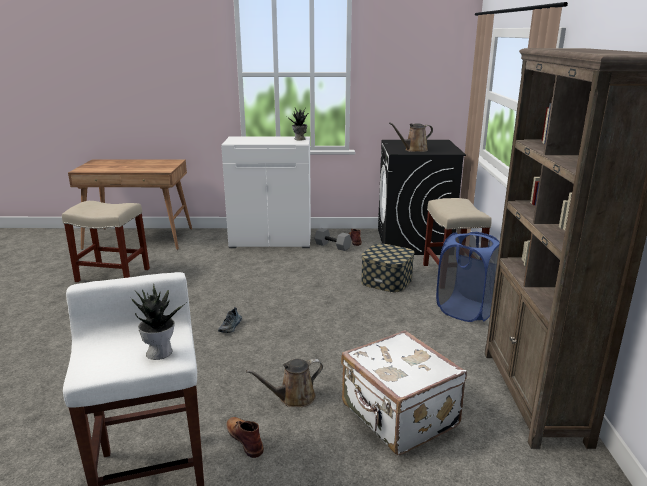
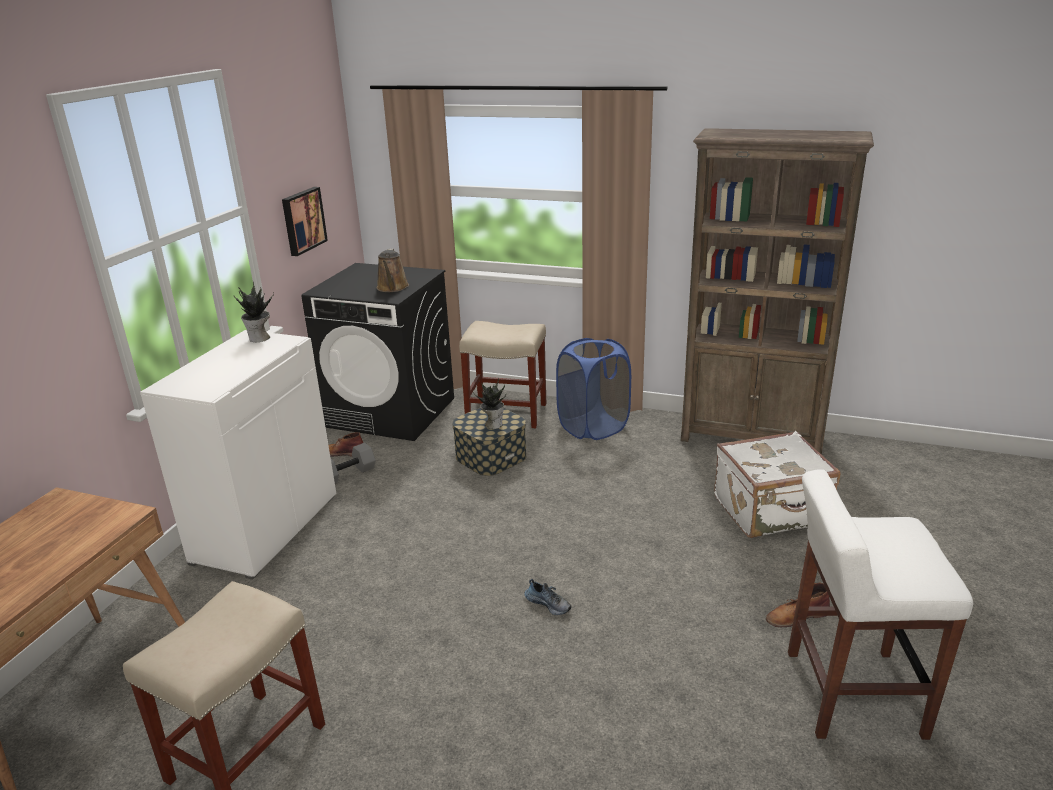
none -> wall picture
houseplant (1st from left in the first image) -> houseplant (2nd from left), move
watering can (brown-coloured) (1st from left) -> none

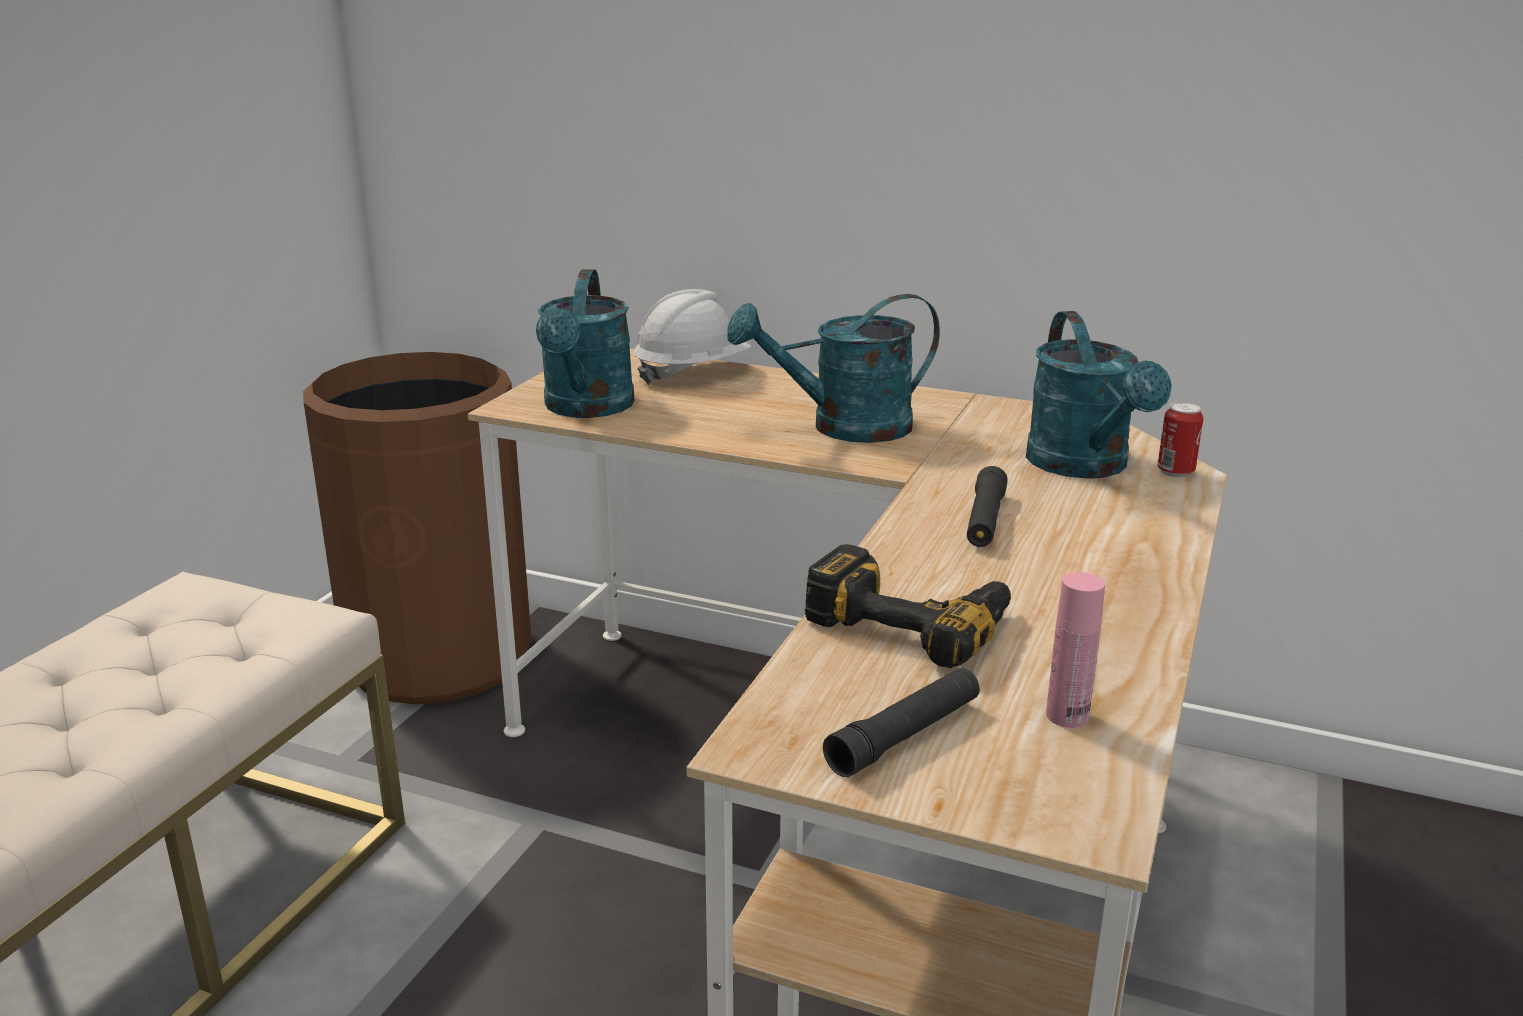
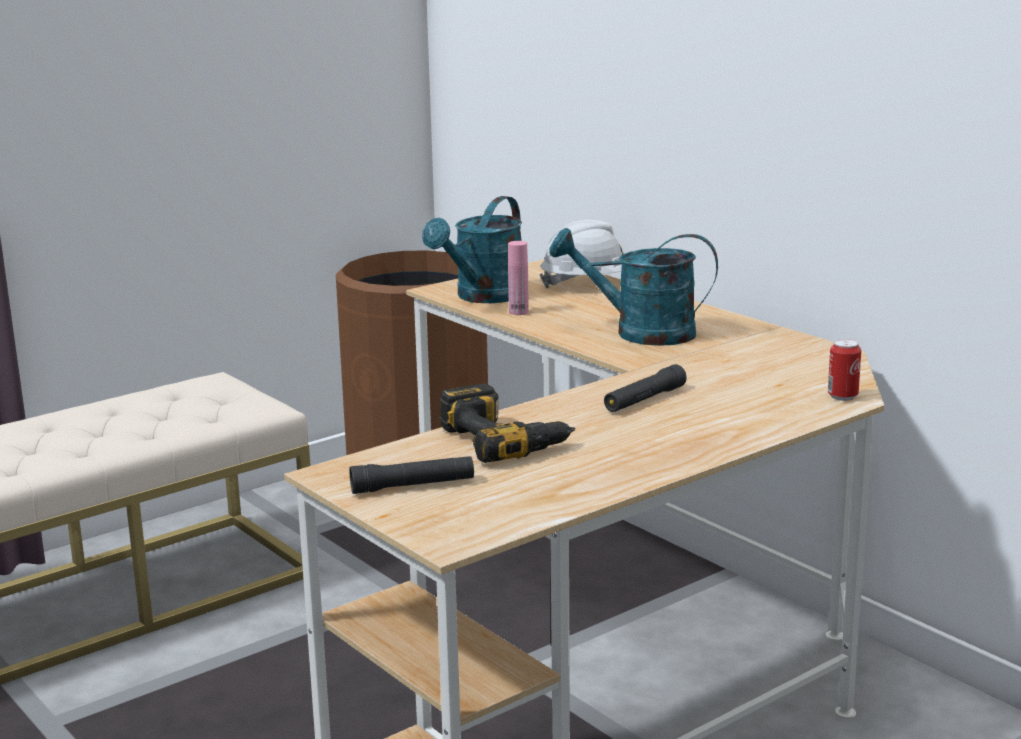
bottle (pink-coloured), move
watering can (turquoise-coloured) (3rd from left) -> none

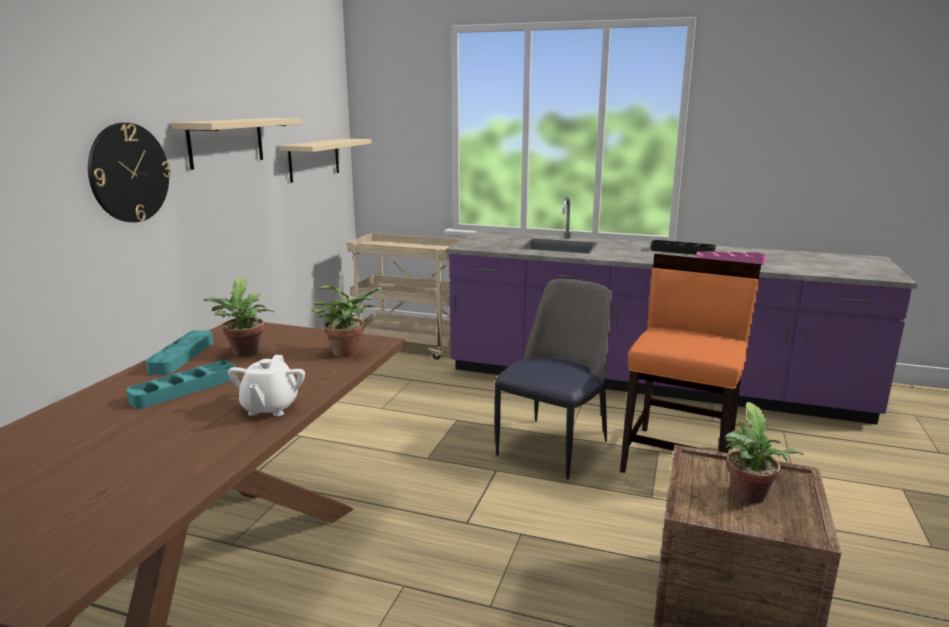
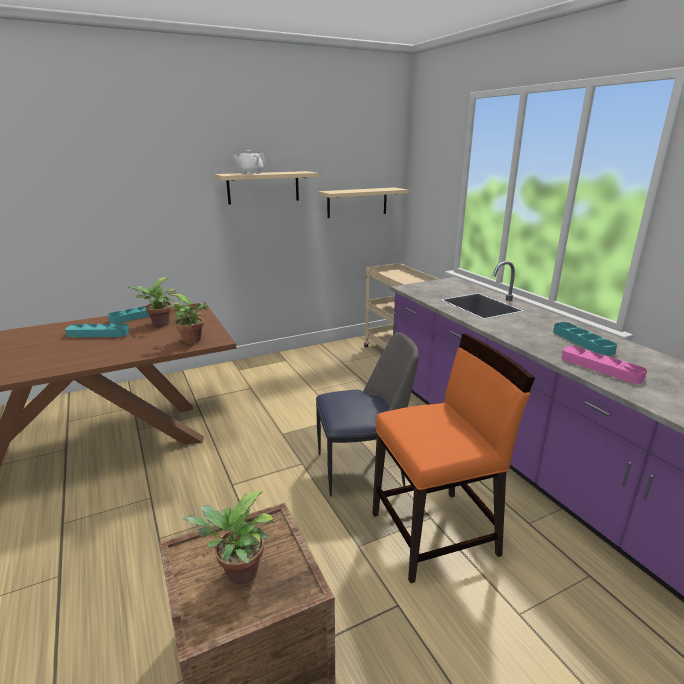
tea pot (white-coloured), move
tray (blackish) -> tray (turquoise-coloured) (3rd from left)
clock on the wall -> none

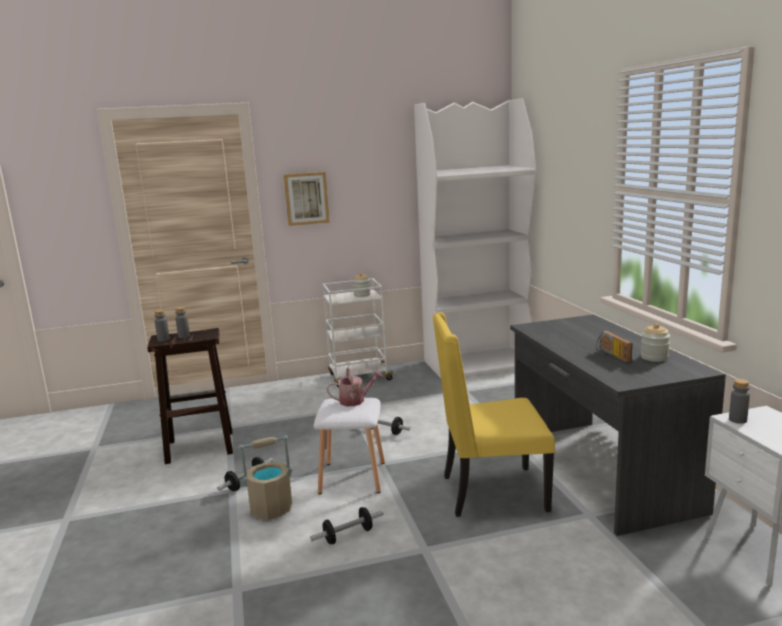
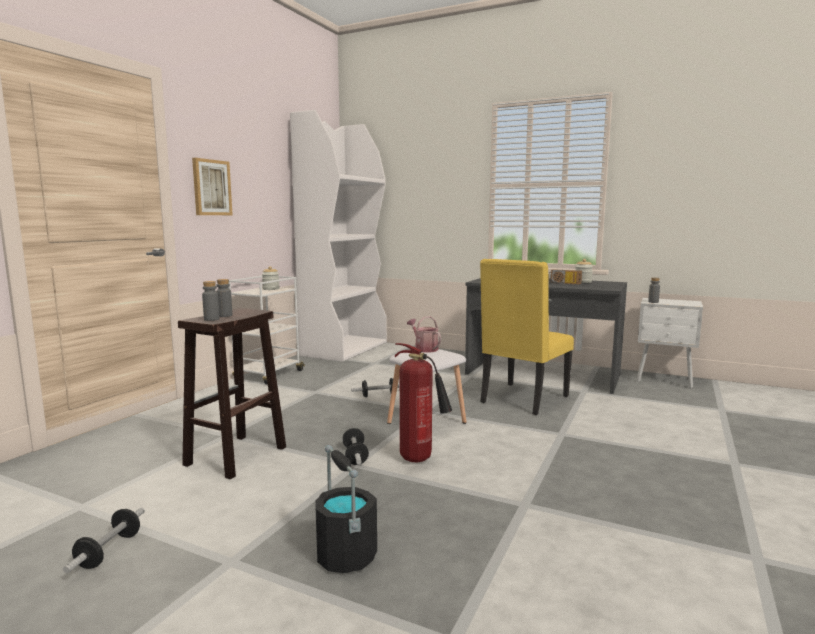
free weight (2nd from left in the first image) -> free weight (1st from left), move
none -> bucket (blackish)
bucket (sand-coloured) -> fire-fighting cylinder
watering can, 60 degrees counterclockwise

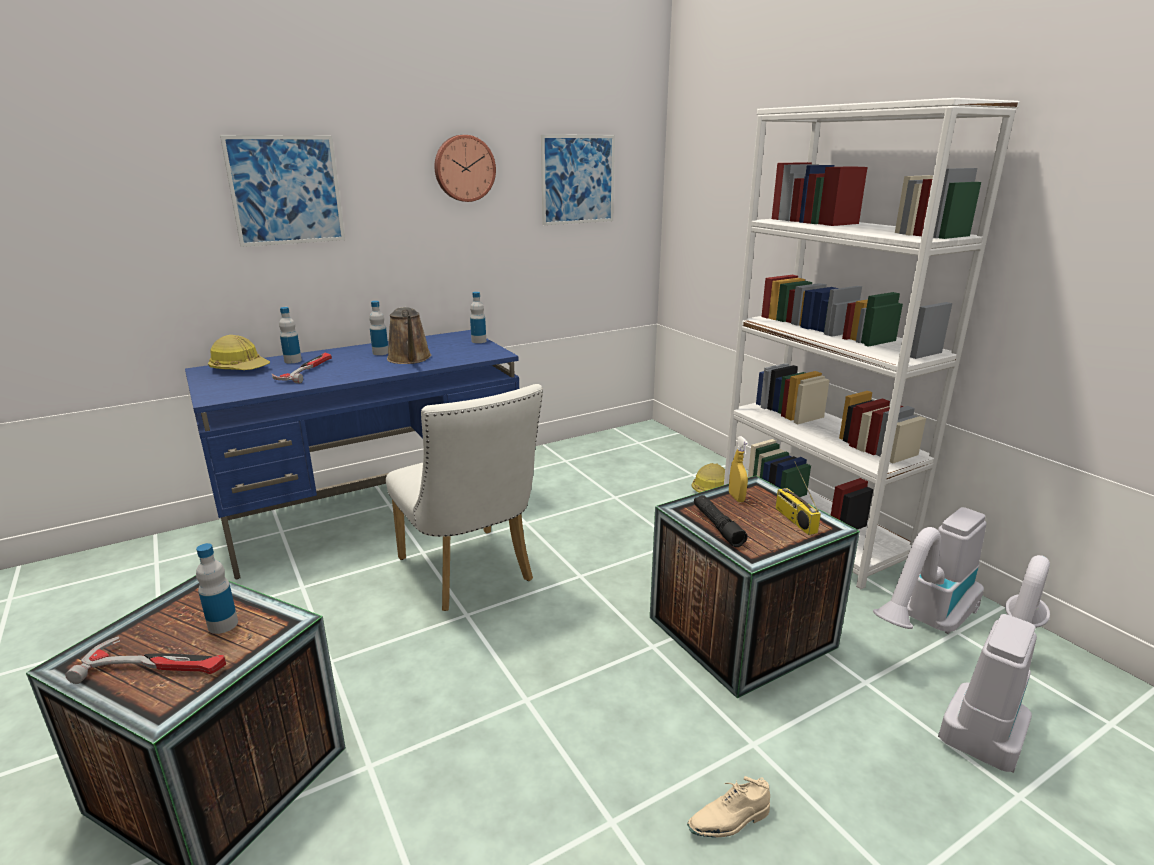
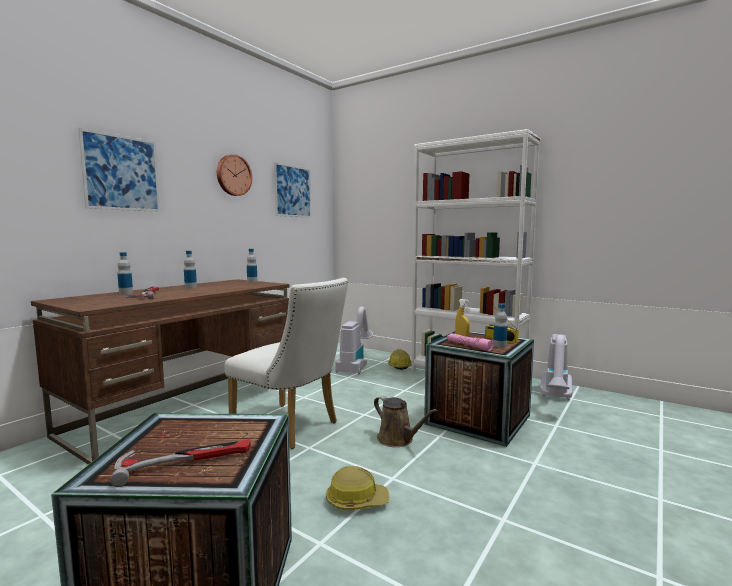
desk table (blue-coloured) -> desk table (brown-coloured)
hard hat (1st from left), move
vacuum cleaner (2nd from left in the first image) -> vacuum cleaner (1st from left), move
watering can (brown-coloured), move
flashlight (blackish) -> flashlight (pink-coloured)
bottle (1st from left in the first image) -> bottle (4th from left), move
item of footwear (sand-coloured) -> none

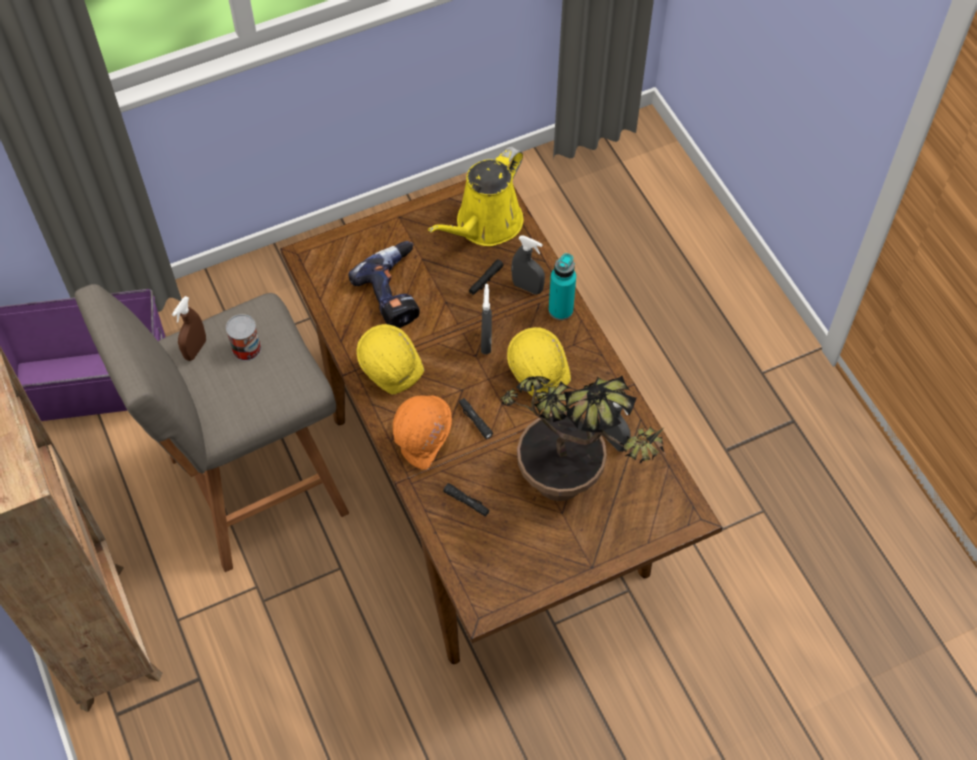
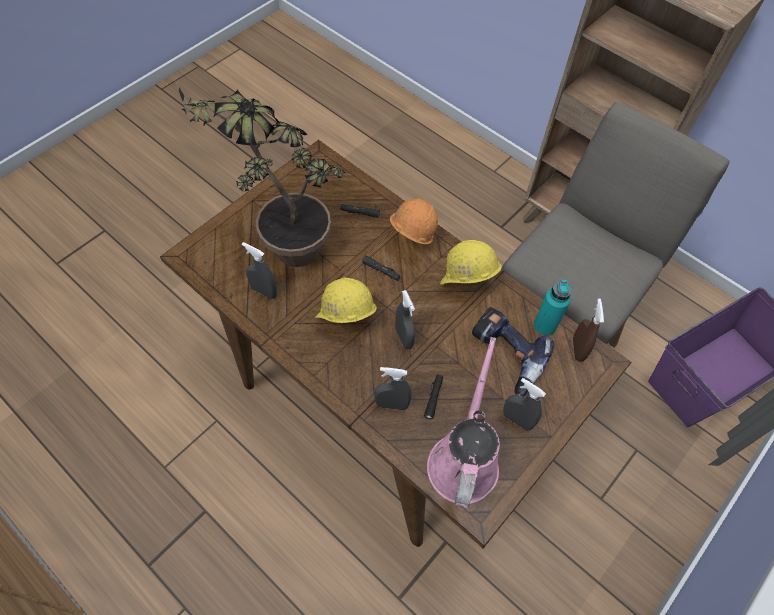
watering can (yellow) -> watering can (pink-coloured)
none -> sprayer (gray) (4th from left)
bottle (turquoise-coloured), move
sprayer (brown-coloured), move
metal can -> none

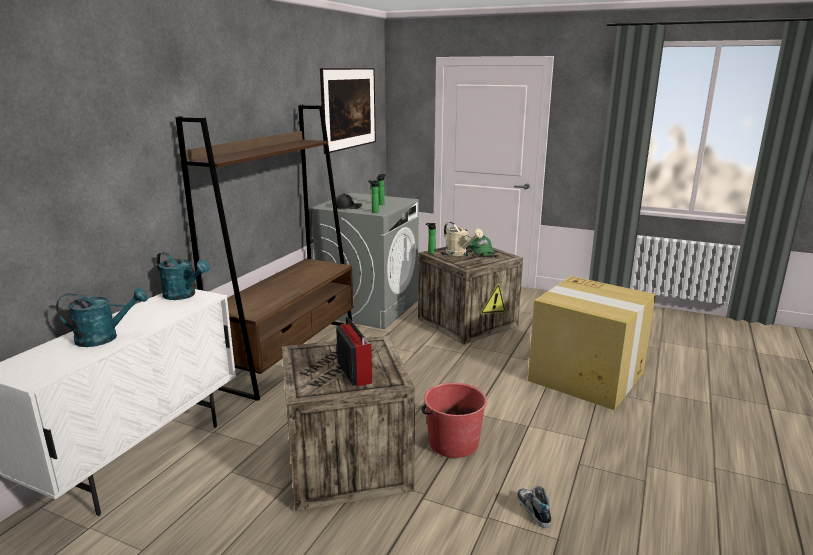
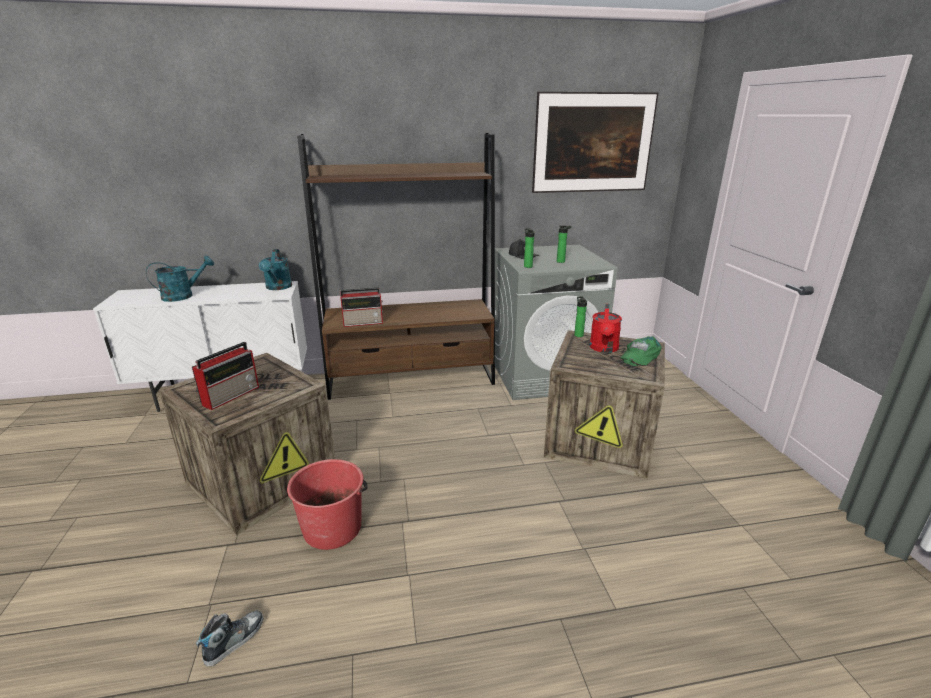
watering can (turquoise-coloured) (1st from left), 75 degrees counterclockwise
none -> radio (2nd from left)
watering can (sand-coloured) -> watering can (red-coloured)
cardboard box -> none

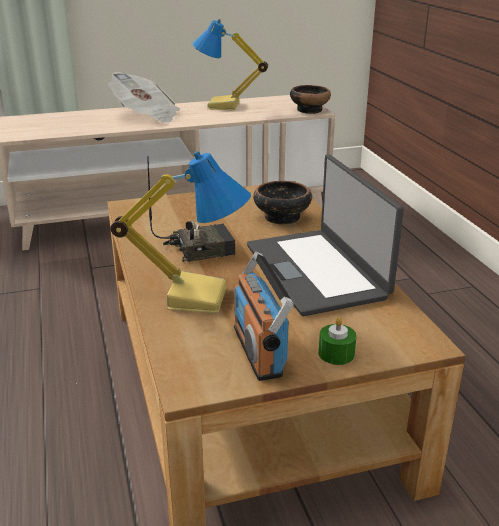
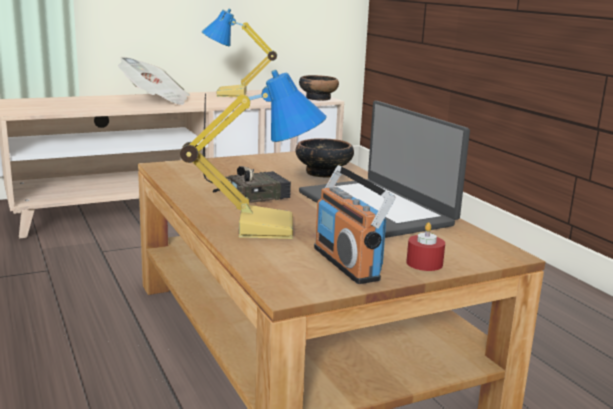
wax light (greenish) -> wax light (red-coloured)

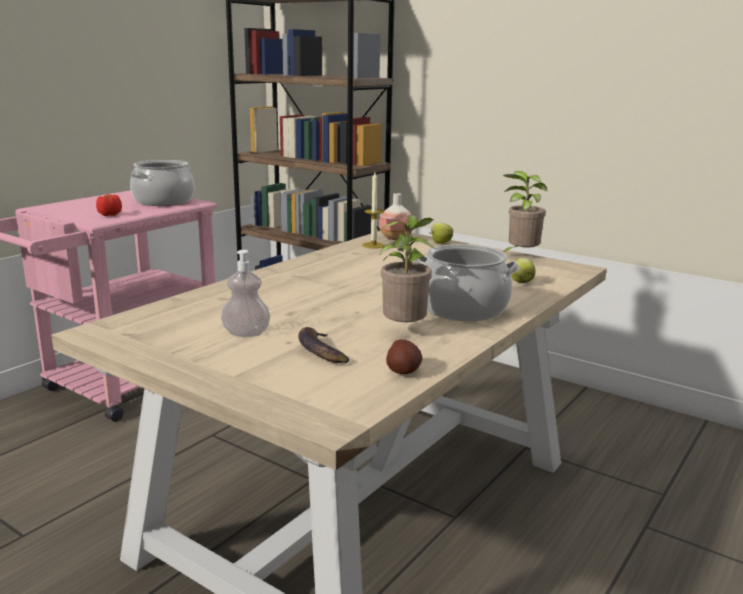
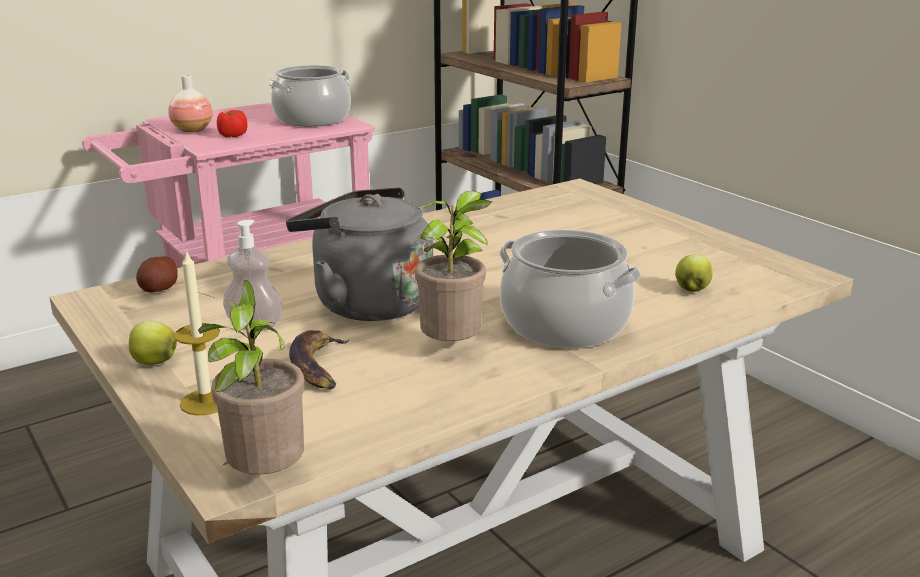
apple fruit (1st from left), move
potato, move
vase, move
wax light, move
houseplant (2nd from left in the first image) -> houseplant (1st from left), move
none -> water kettle (gray)

